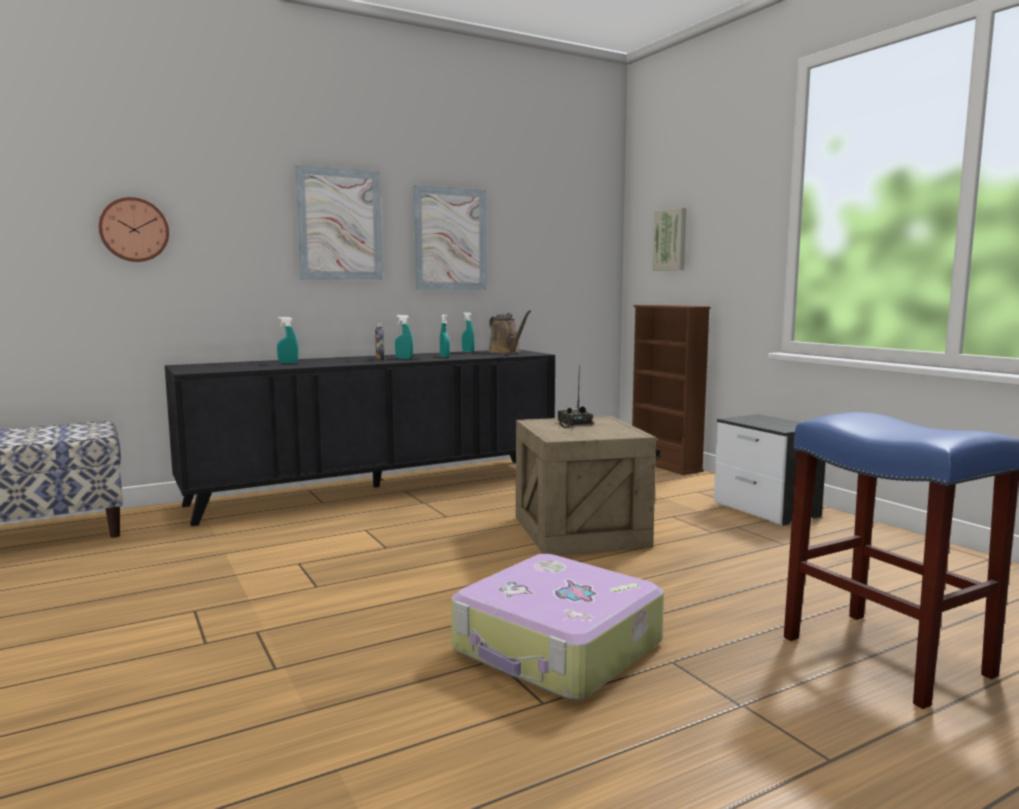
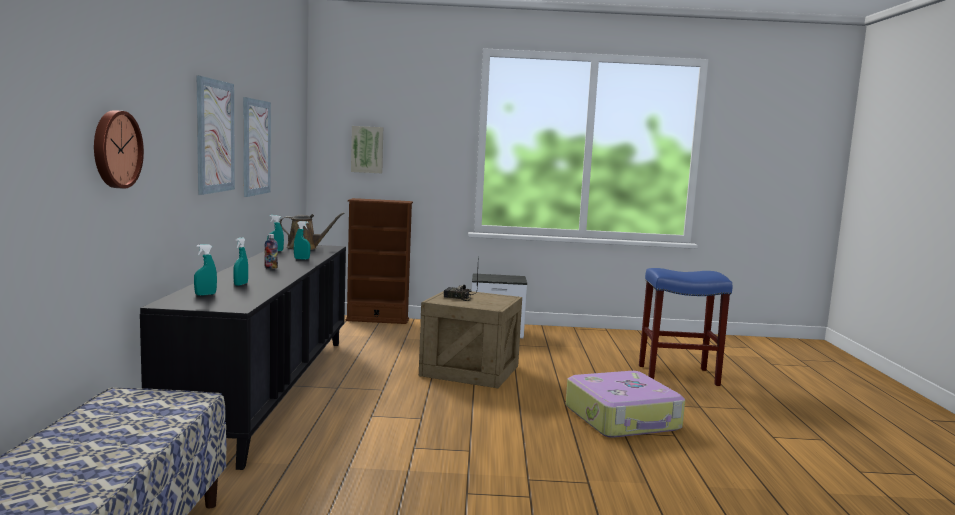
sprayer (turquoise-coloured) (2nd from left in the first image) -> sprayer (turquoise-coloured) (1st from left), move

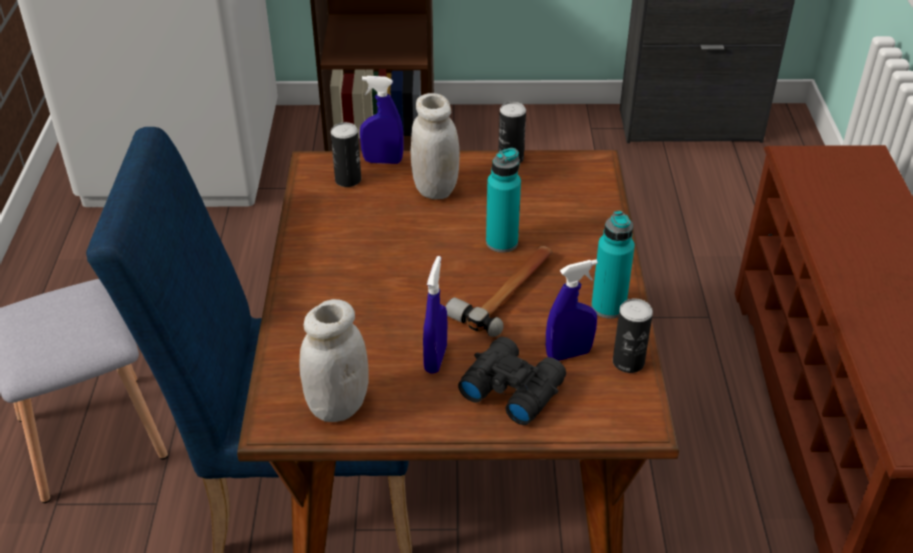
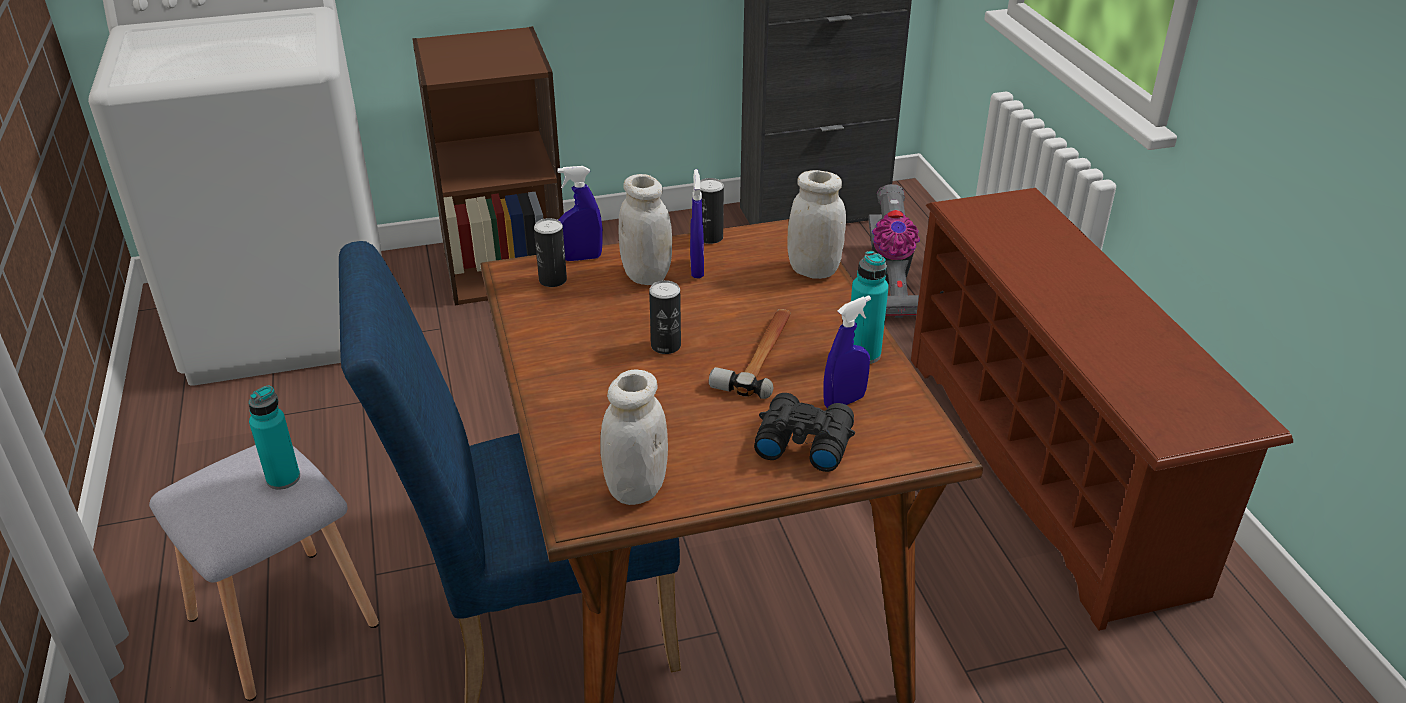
bottle (turquoise-coloured) (1st from left), move
metal can (3rd from left in the first image) -> metal can (2nd from left), move
sprayer (blue-coloured) (2nd from left), move
none -> jar (white-coloured) (3rd from left)
none -> vacuum cleaner

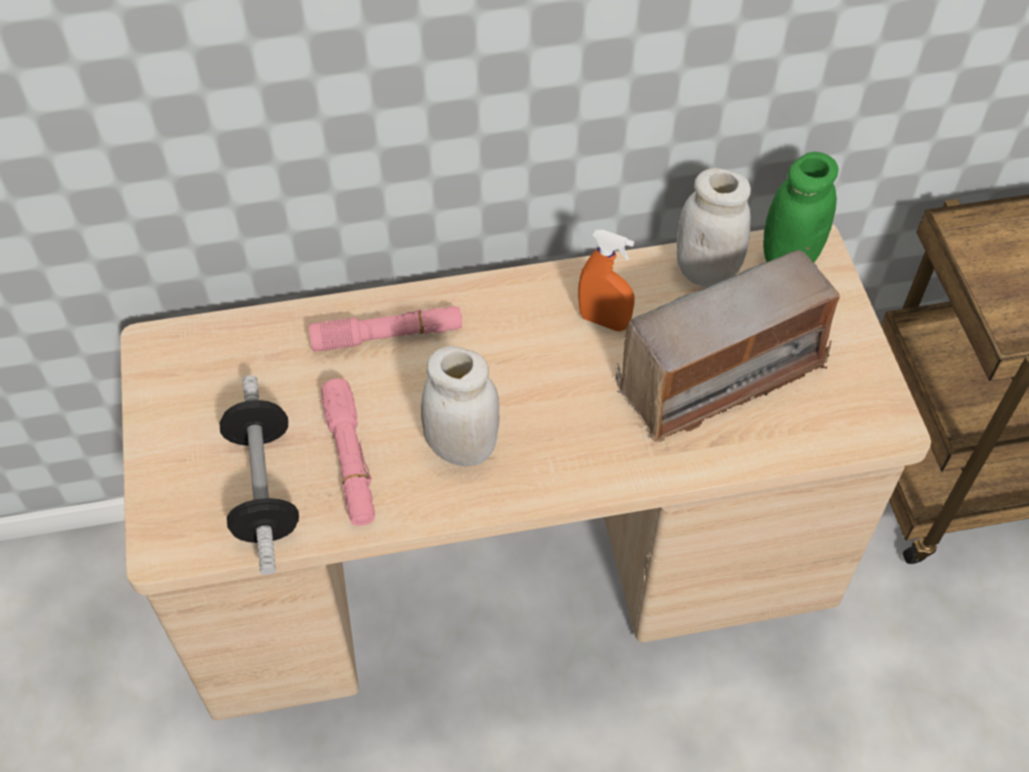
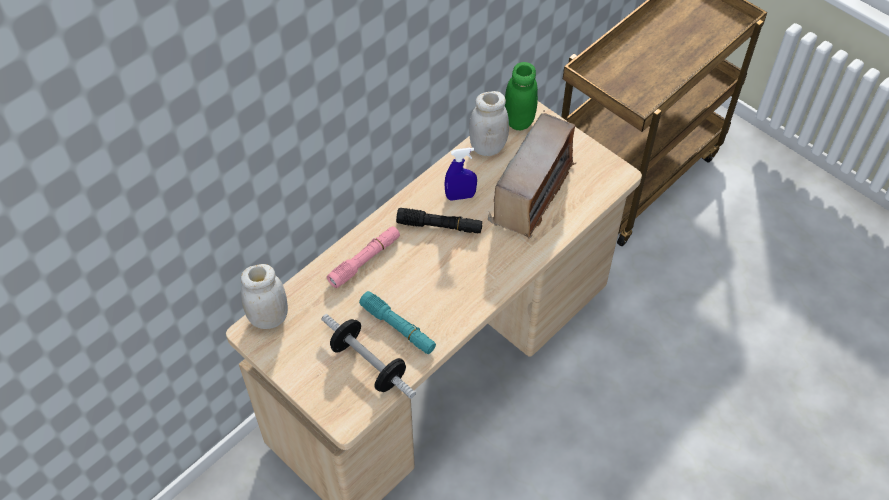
jar (white-coloured) (1st from left), move
flashlight (pink-coloured) (1st from left) -> flashlight (turquoise-coloured)
none -> flashlight (blackish)
sprayer (orangey) -> sprayer (blue-coloured)

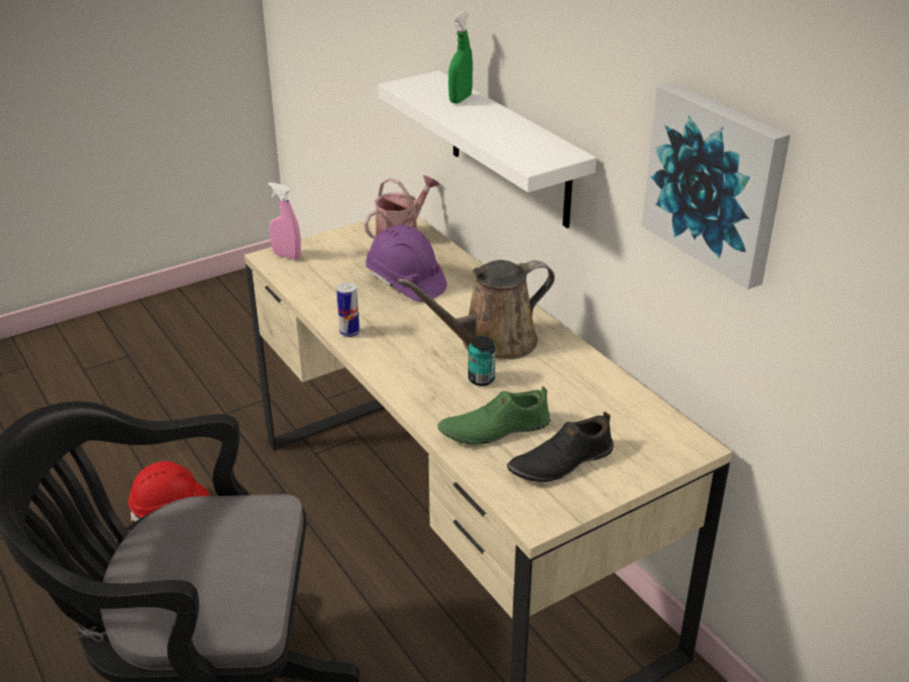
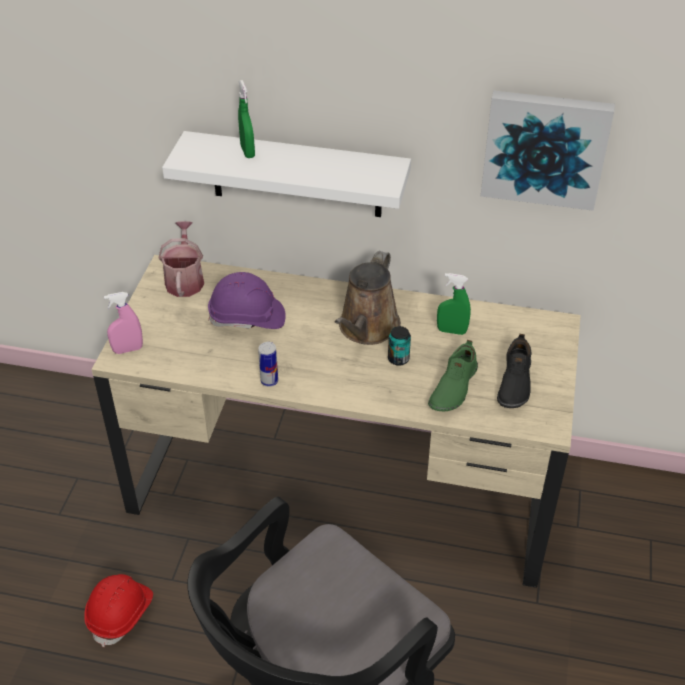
none -> sprayer (greenish) (2nd from left)

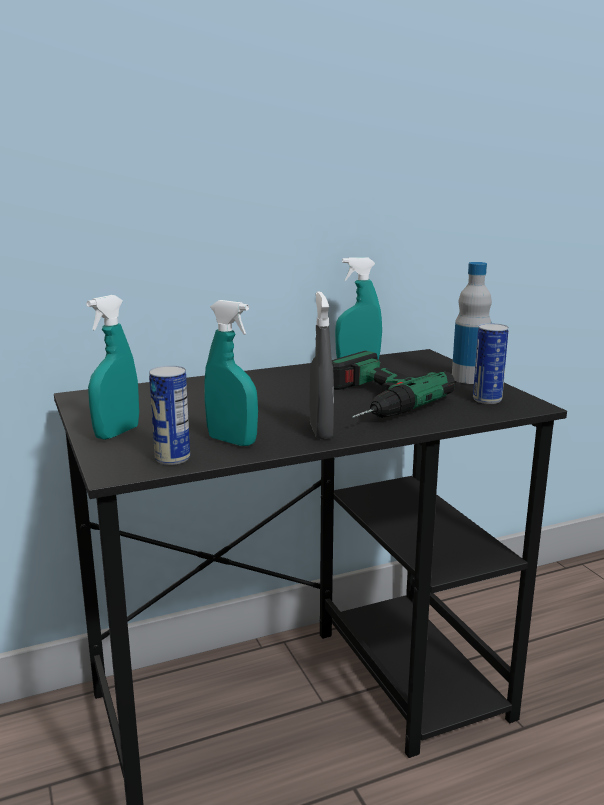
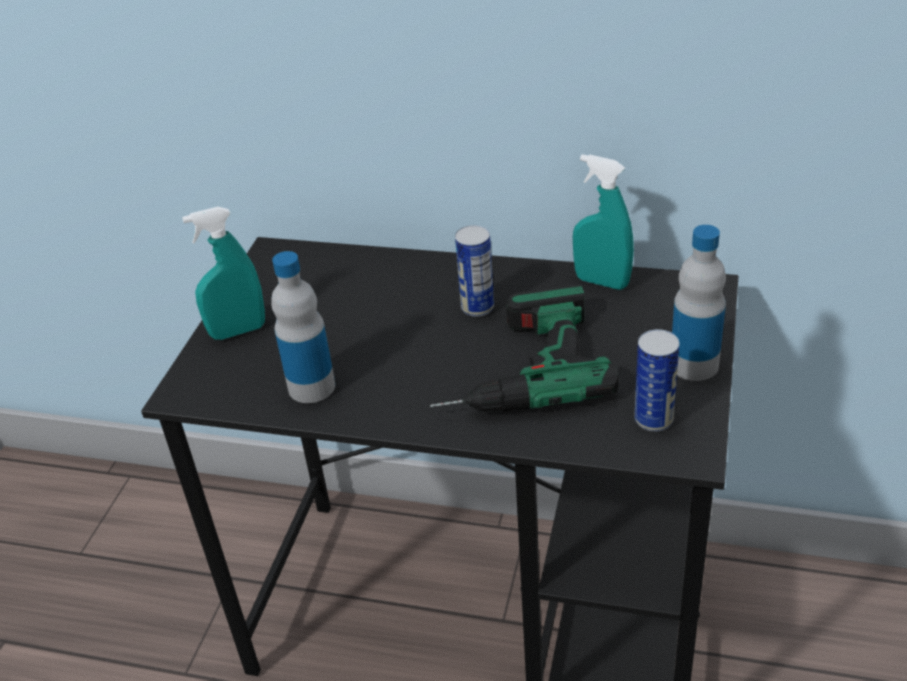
sprayer (turquoise-coloured) (2nd from left) -> bottle (1st from left)
metal can (1st from left), move
sprayer (gray) -> none

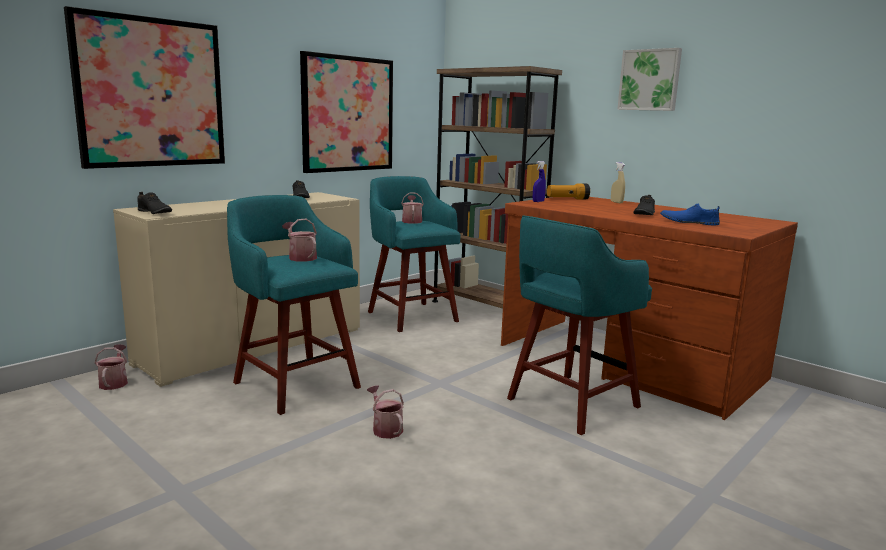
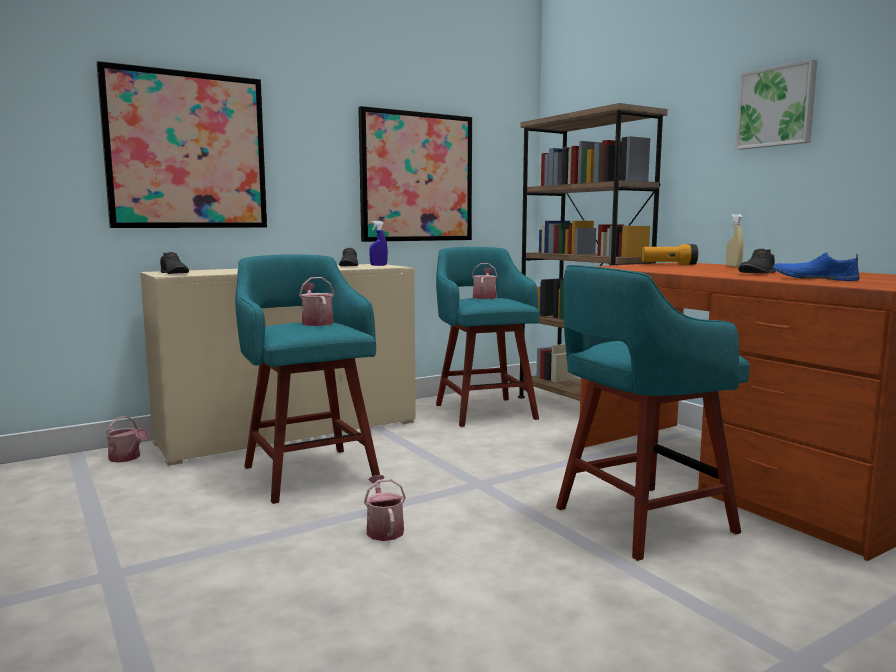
watering can (1st from left), 120 degrees clockwise
sprayer (blue-coloured), move

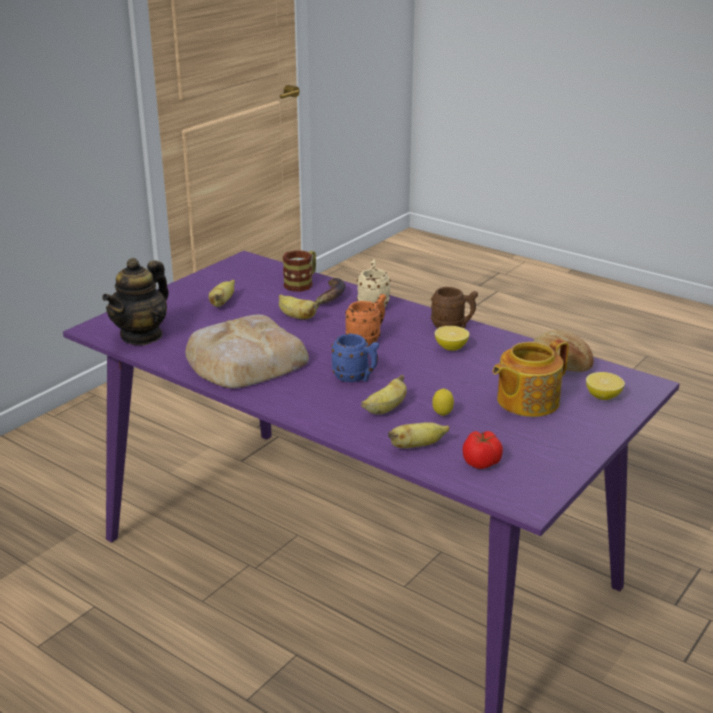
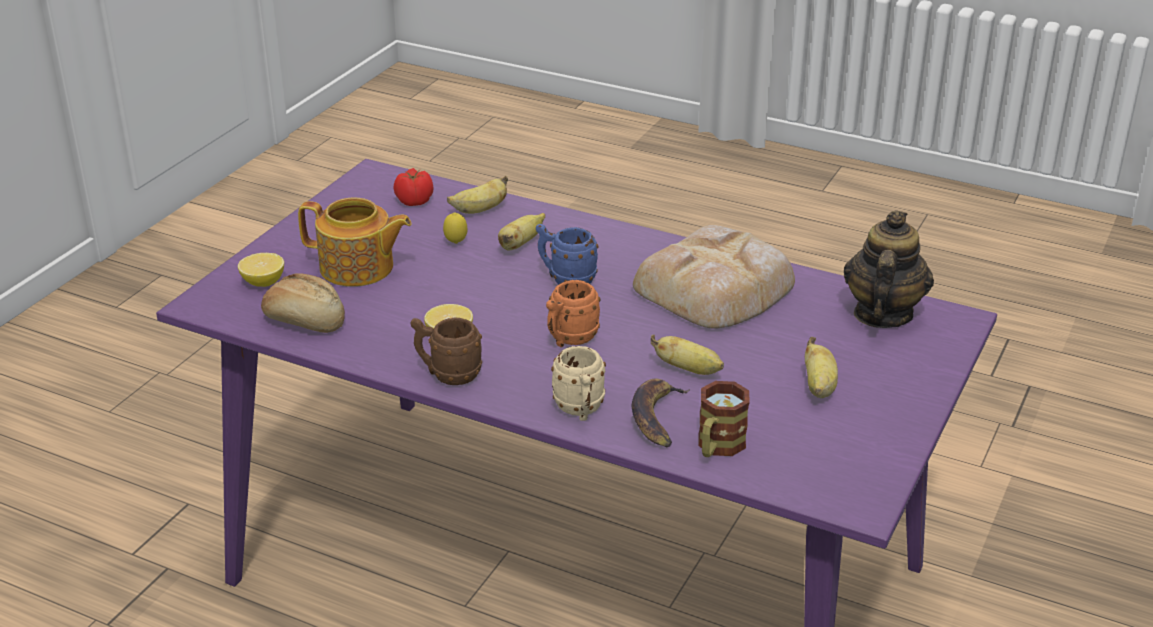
tea pot (2nd from left in the first image) -> tea pot (1st from left), 60 degrees clockwise

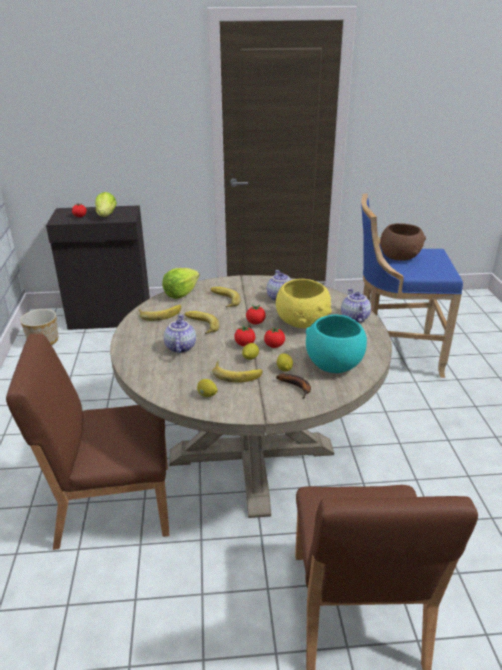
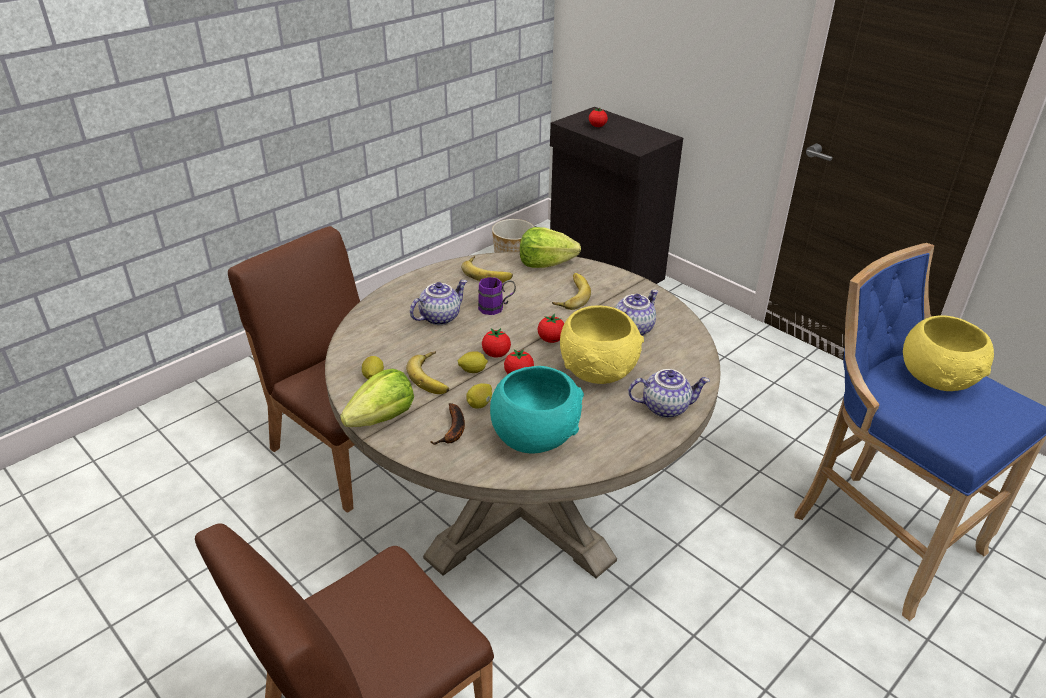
lettuce (1st from left), move
banana (2nd from left) -> coffee mug (purple-coloured)
tea pot (3rd from left), 45 degrees clockwise
deep dish (brown-coloured) -> deep dish (yellow) (2nd from left)

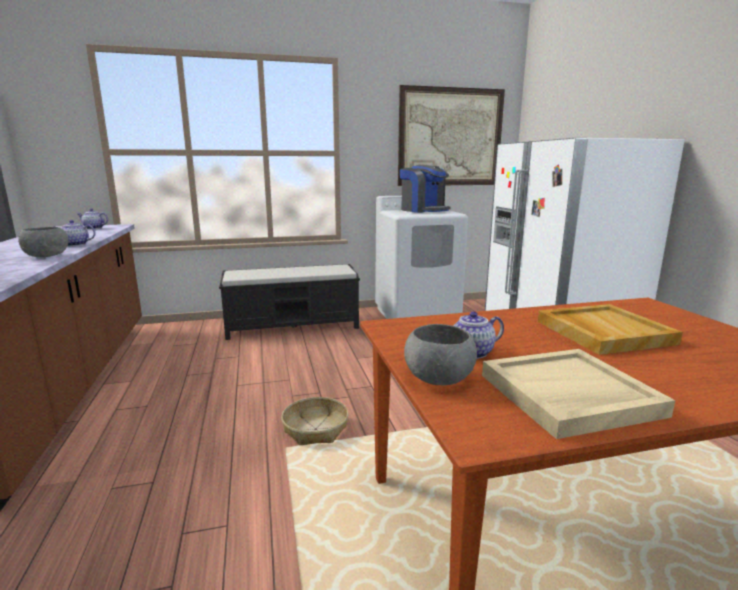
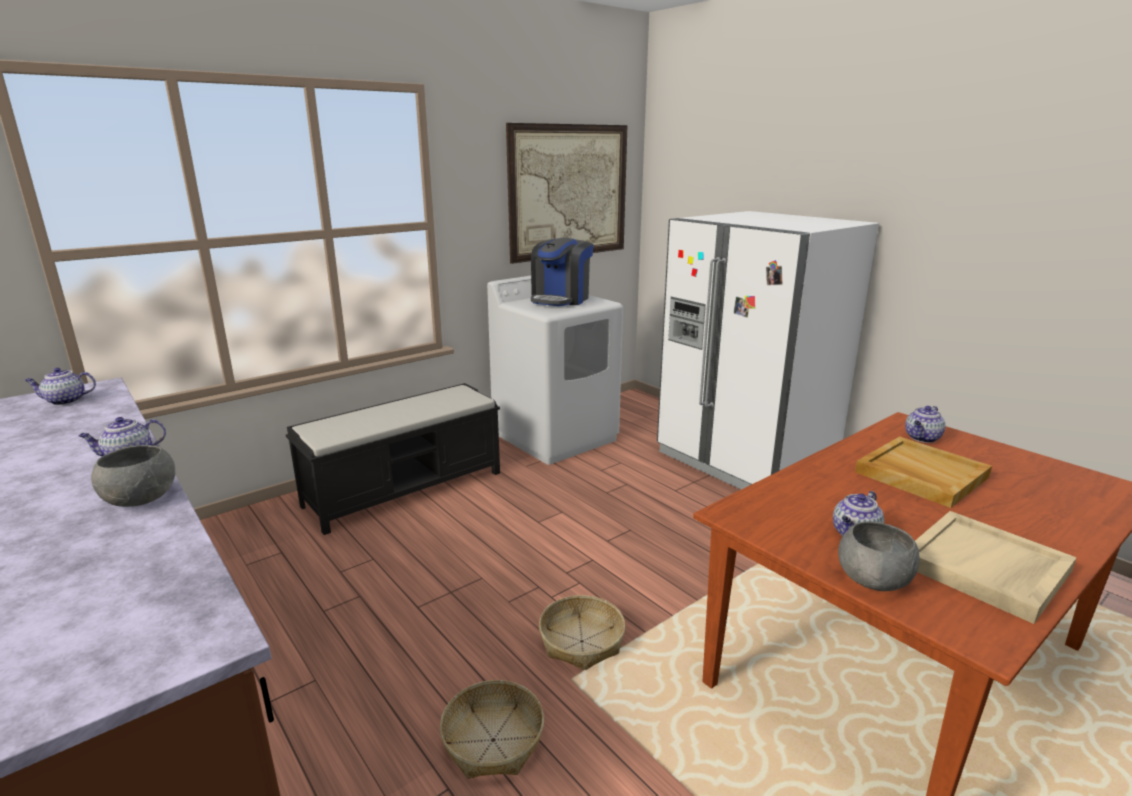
none -> household basket (1st from left)
coffee maker, 90 degrees clockwise
none -> tea pot (4th from left)

